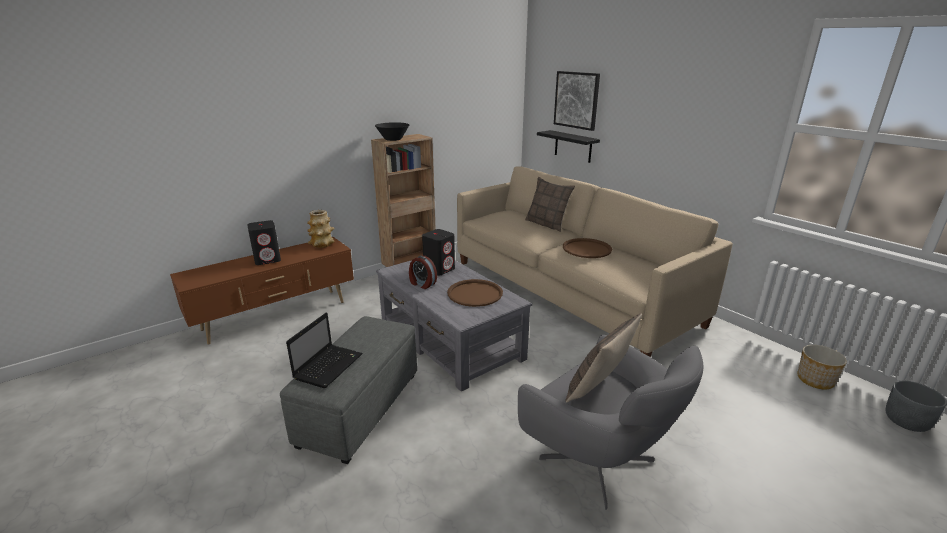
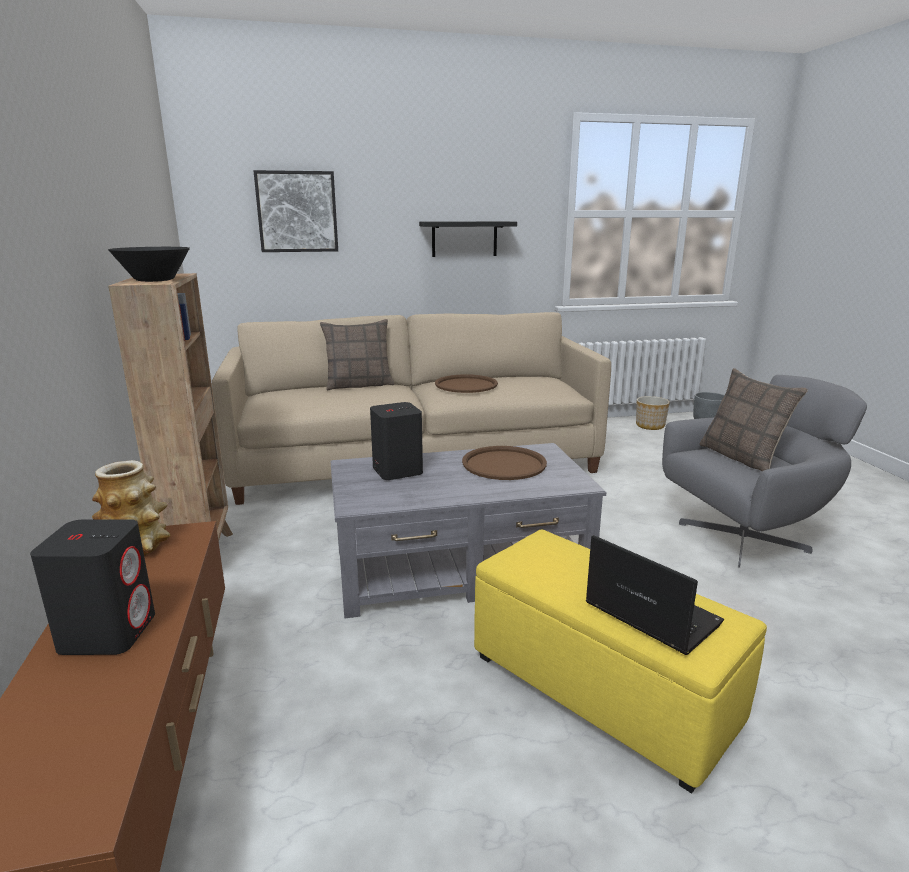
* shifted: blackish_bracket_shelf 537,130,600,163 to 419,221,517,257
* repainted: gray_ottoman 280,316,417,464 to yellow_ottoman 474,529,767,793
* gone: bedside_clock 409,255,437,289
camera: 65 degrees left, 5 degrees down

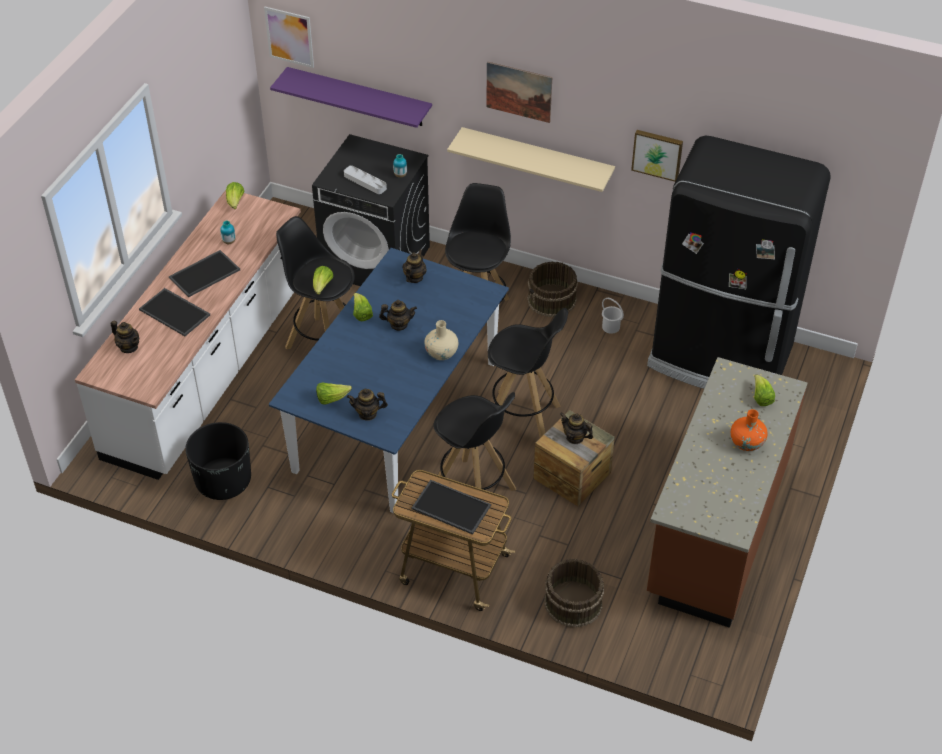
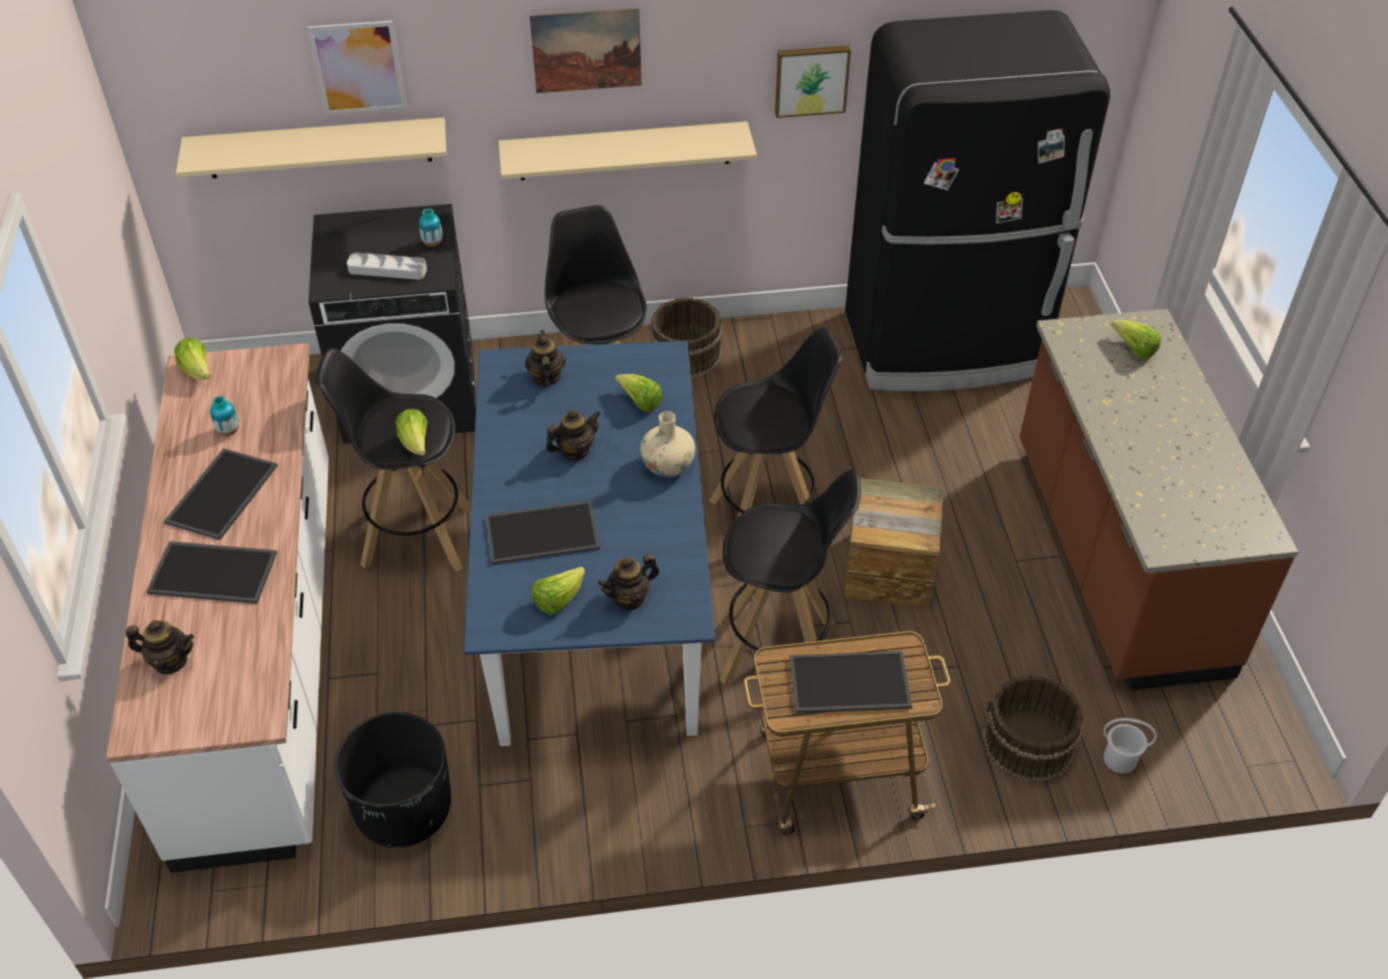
* repainted: purplish_bracket_shelf 270,67,432,128 to sand-coloured_bracket_shelf 176,117,446,178
* shifted: picture 264,7,314,68 to 307,21,406,115
* new: serving_tray 485,500,600,565
* shifted: lettuce 353,293,373,321 to 615,374,662,412
* shifted: white_bucket 602,298,624,334 to 1103,718,1157,773
* gone: tea_pot 560,413,593,444
* gone: orangey_vase 731,409,768,451
camera: 30 degrees left, 0 degrees up

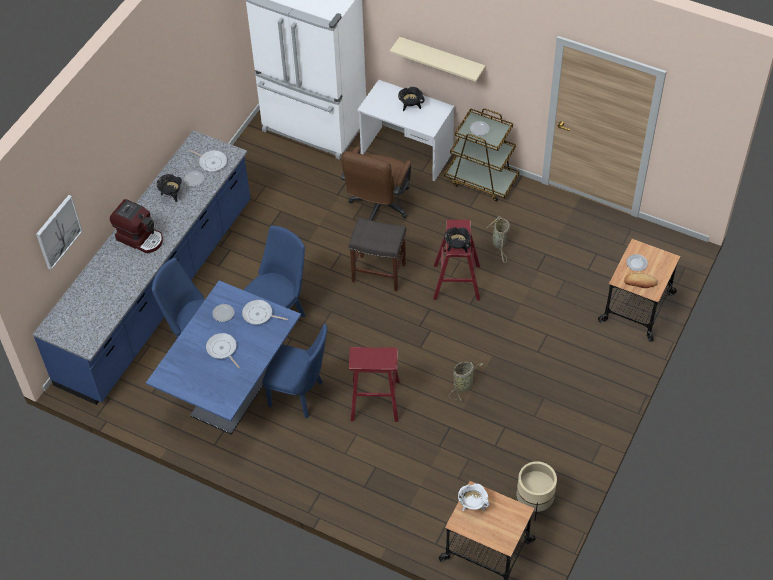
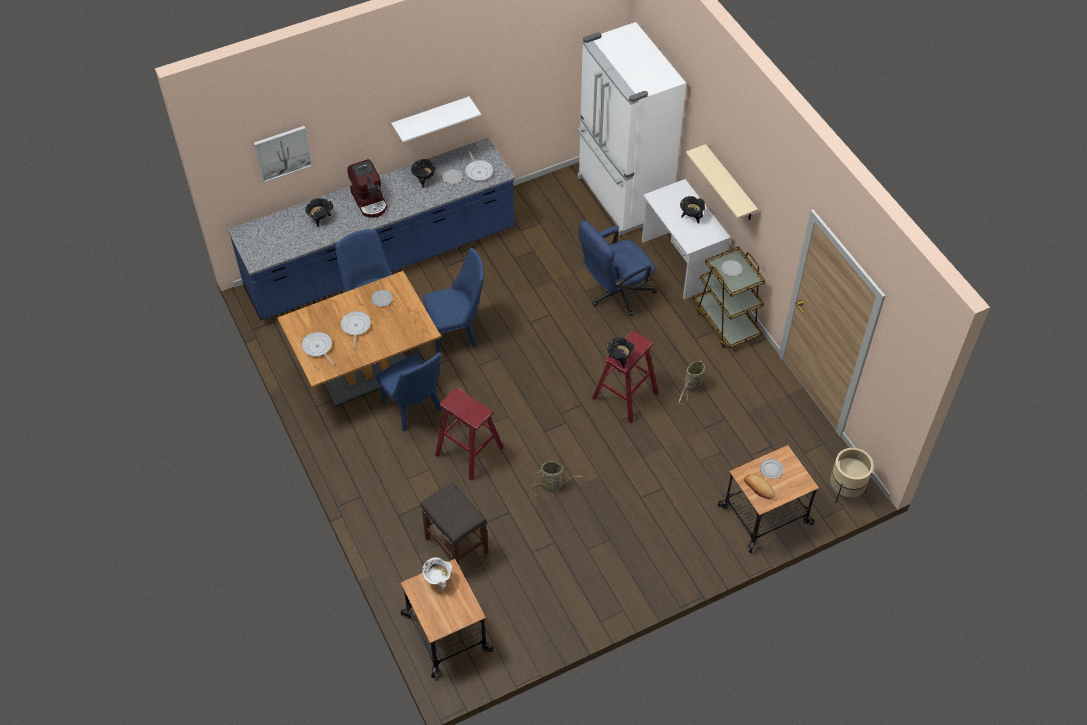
* repainted: blue_dinner_table 146,280,301,435 to brown_dinner_table 278,271,441,407
* shifted: frying_pan 242,300,288,324 to 302,332,335,366
* new: blackish_cooking_pot 305,198,333,227
* new: white_bracket_shelf 391,96,481,142
* shifted: gray_sitting_stool 349,217,406,291 to 420,482,489,565
* repainted: brown_desk_chair 341,146,411,220 to blue_desk_chair 579,220,657,316
* shifted: sand-coloured_planter 516,461,557,520 to 830,448,874,503
camera: 35 degrees right, 0 degrees up

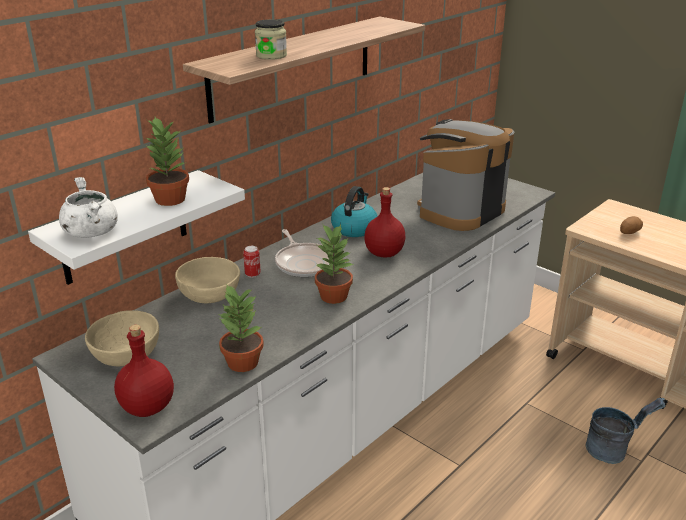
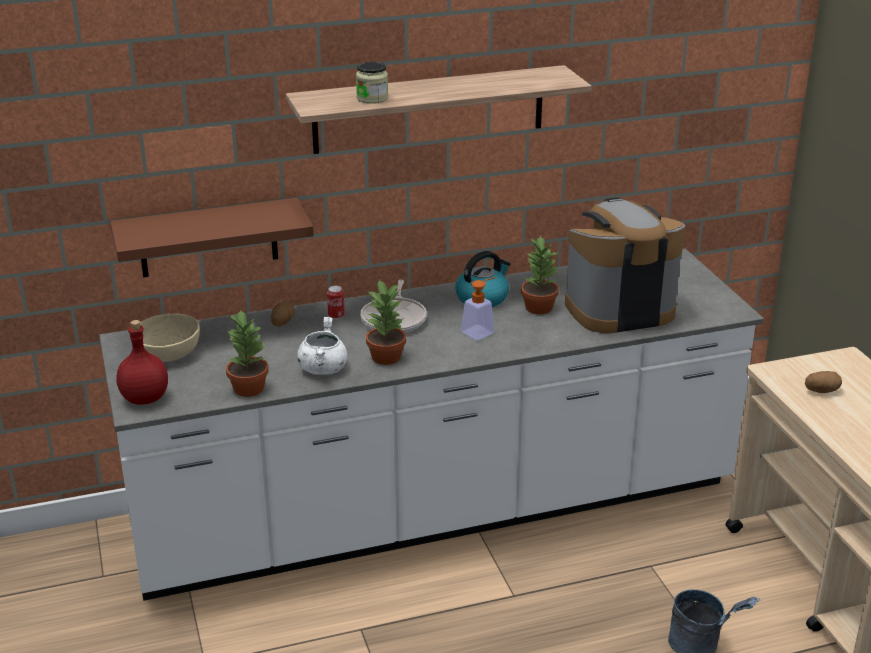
* repainted: white_bracket_shelf 28,170,245,285 to brown_bracket_shelf 110,198,314,277
* swapped: sand-coloured_serving_bowl 175,257,240,304 to potato 271,301,295,327
* shifted: white_cooking_pot 59,177,118,238 to 297,317,347,375
* swapped: red_beverage_bottle 364,187,406,257 to liquid_soap_bottle 461,277,496,340
* shifted: houseplant 146,117,189,206 to 521,235,560,314
camera: 30 degrees right, 0 degrees up

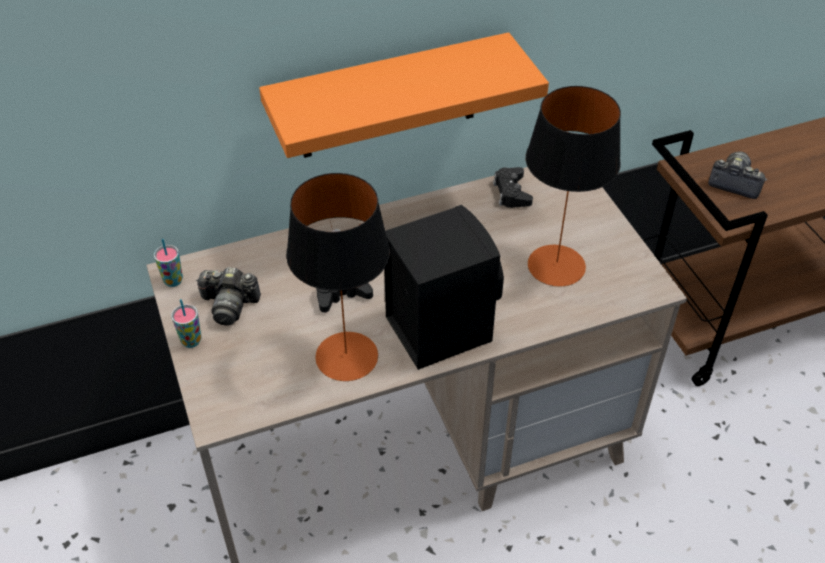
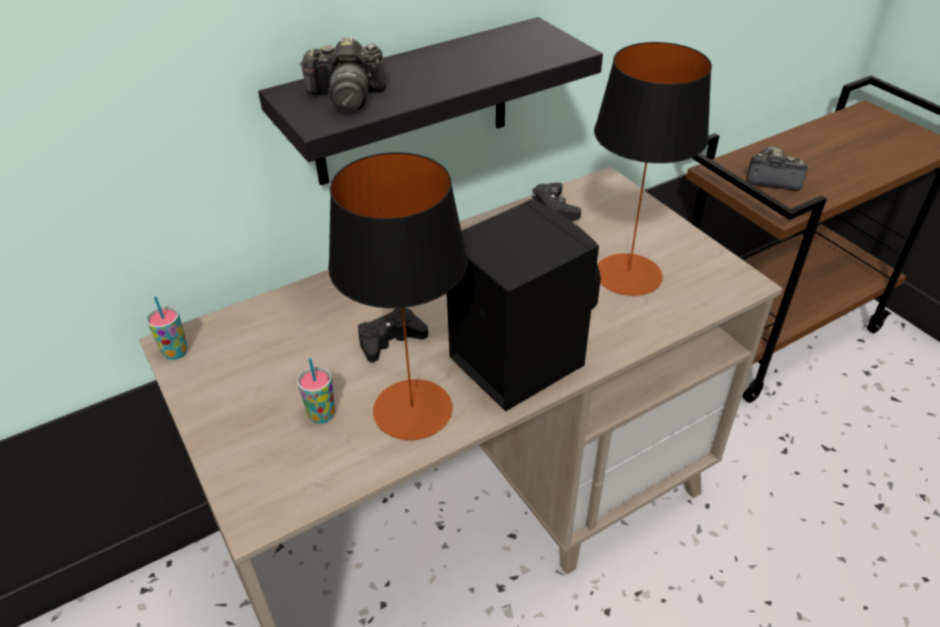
* repainted: orangey_bracket_shelf 259,32,549,158 to blackish_bracket_shelf 258,17,603,185
* shifted: cup 171,299,201,348 to 297,358,335,424
* shifted: photo_camera 196,267,261,325 to 299,37,386,112
camera: 10 degrees left, 5 degrees down

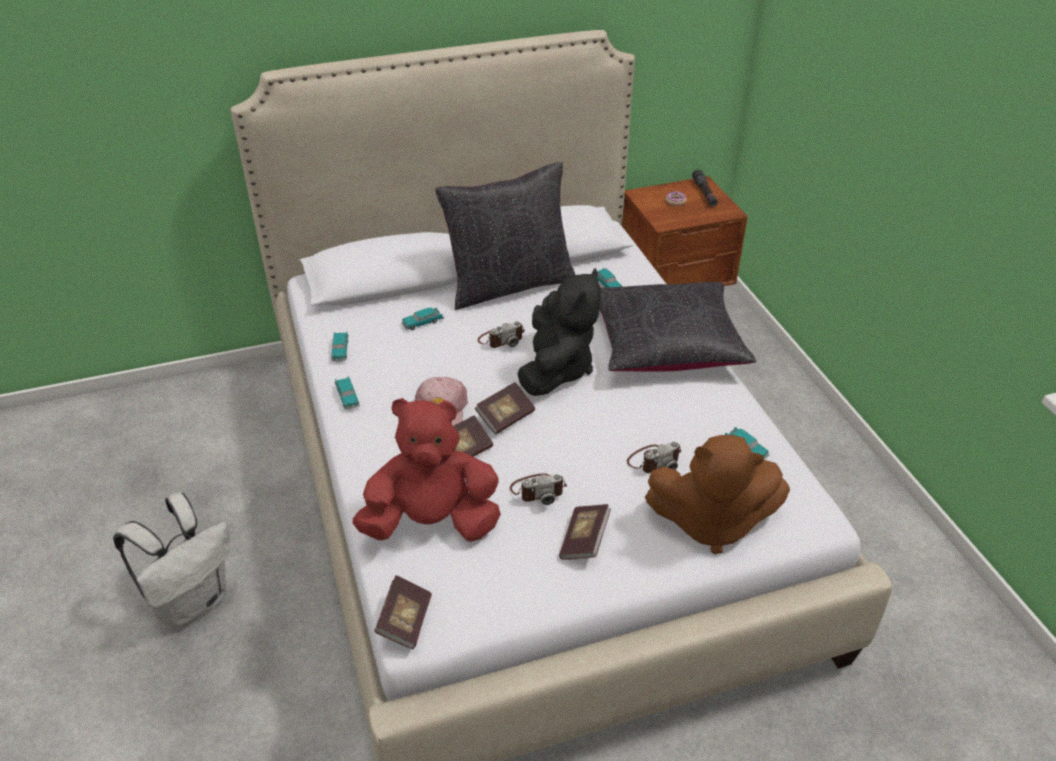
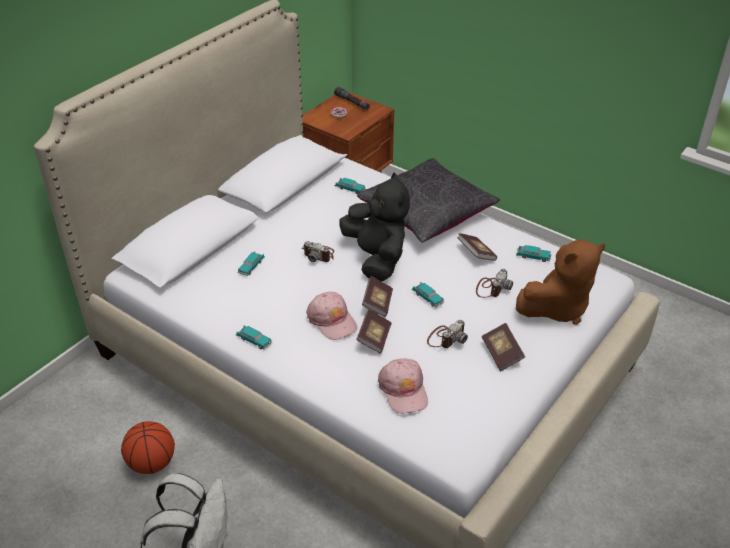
* new: ball_for_basketball 121,421,175,474
* rotated: photo_camera 478,321,525,348 = 302,241,334,262 90 degrees clockwise
* swapped: red_plush_toy 353,398,501,542 to pinkish_baseball_cap 378,359,428,414
* shifted: miniature_car 331,331,349,361 to 412,282,444,307
* shifted: bound_book 374,575,432,649 to 457,233,497,261
* gone: blackish_cushion 435,162,575,310
camera: 35 degrees left, 0 degrees up

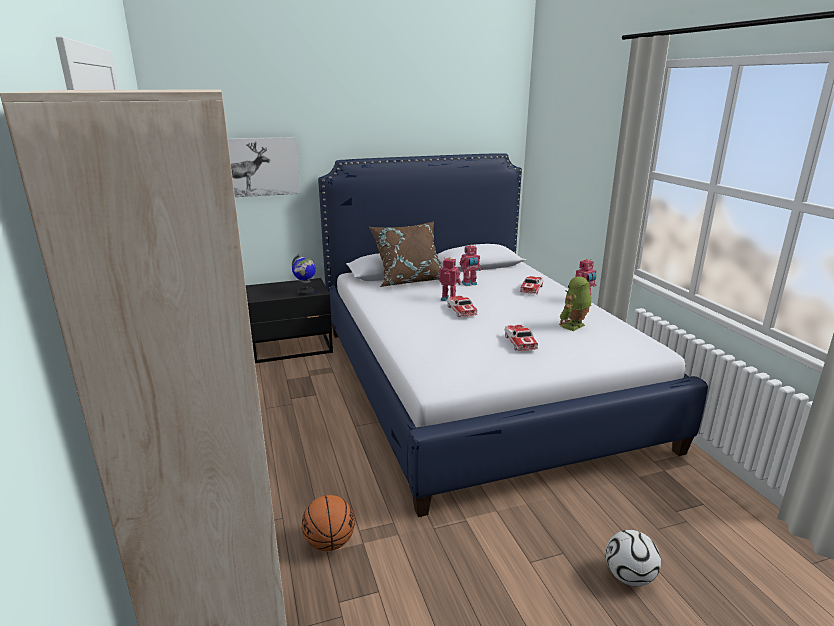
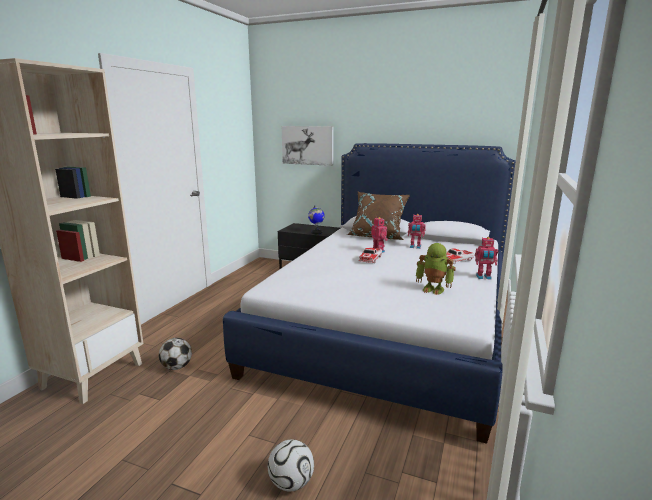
* swapped: ball_for_basketball 302,495,355,551 to football_ball 159,338,192,370
* rotated: toy_robot 559,276,591,331 = 416,243,456,295 150 degrees counterclockwise
* gone: miniature_car 505,325,538,351
camera: 40 degrees right, 5 degrees down

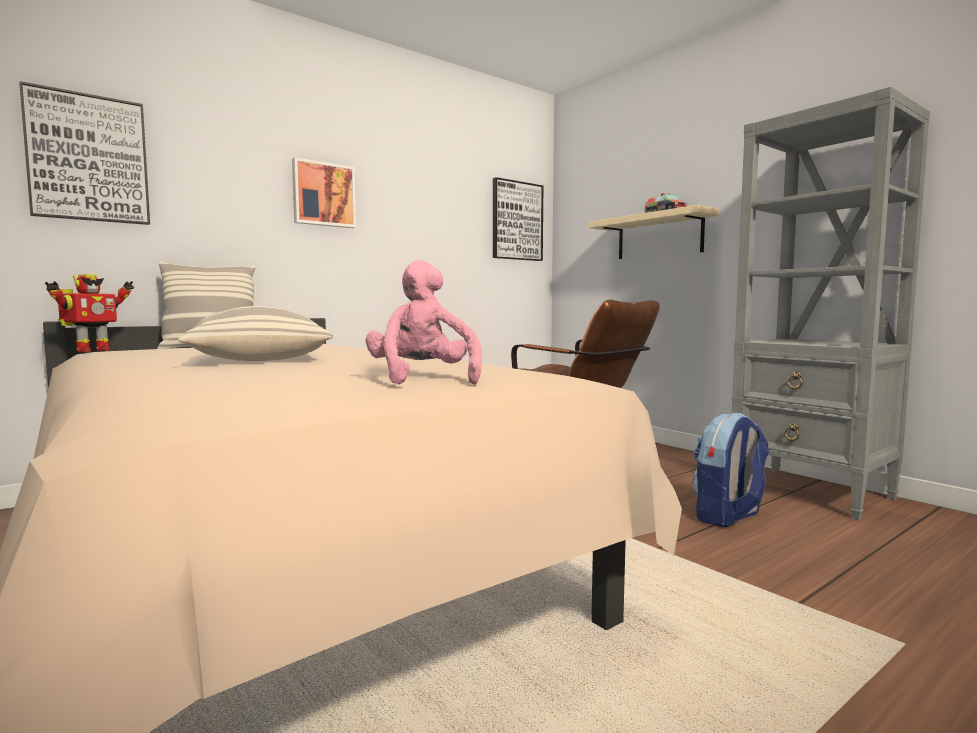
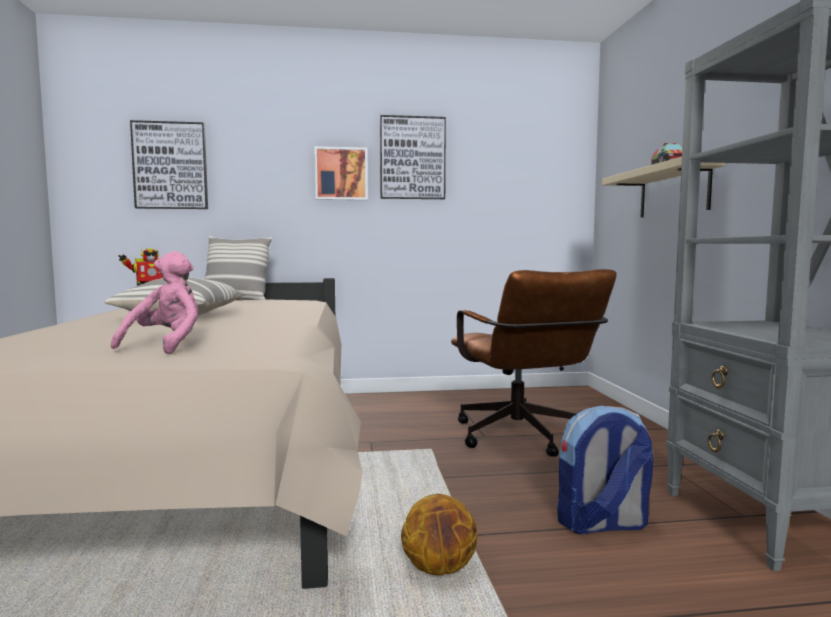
* shifted: picture 493,177,543,261 to 380,115,446,199
* new: ball_for_basketball 401,494,478,575
camera: 30 degrees right, 0 degrees up

